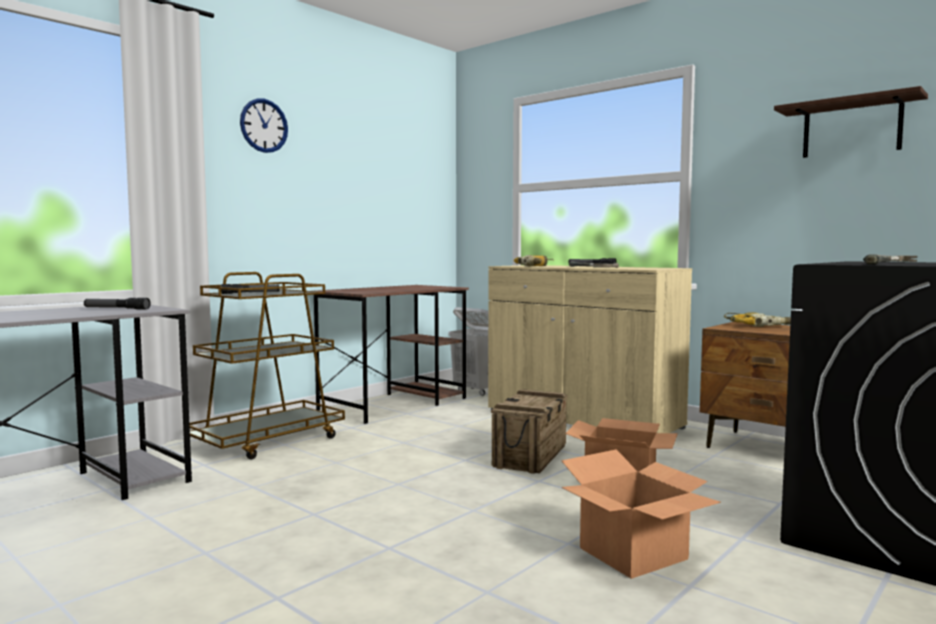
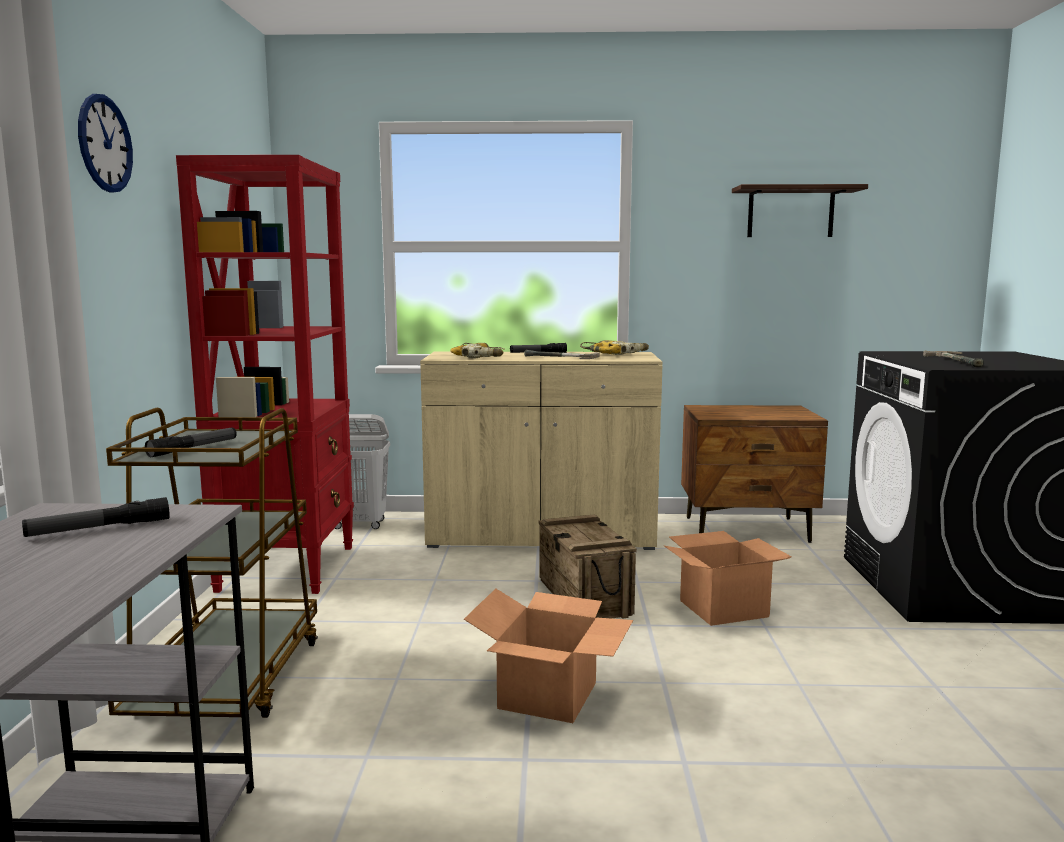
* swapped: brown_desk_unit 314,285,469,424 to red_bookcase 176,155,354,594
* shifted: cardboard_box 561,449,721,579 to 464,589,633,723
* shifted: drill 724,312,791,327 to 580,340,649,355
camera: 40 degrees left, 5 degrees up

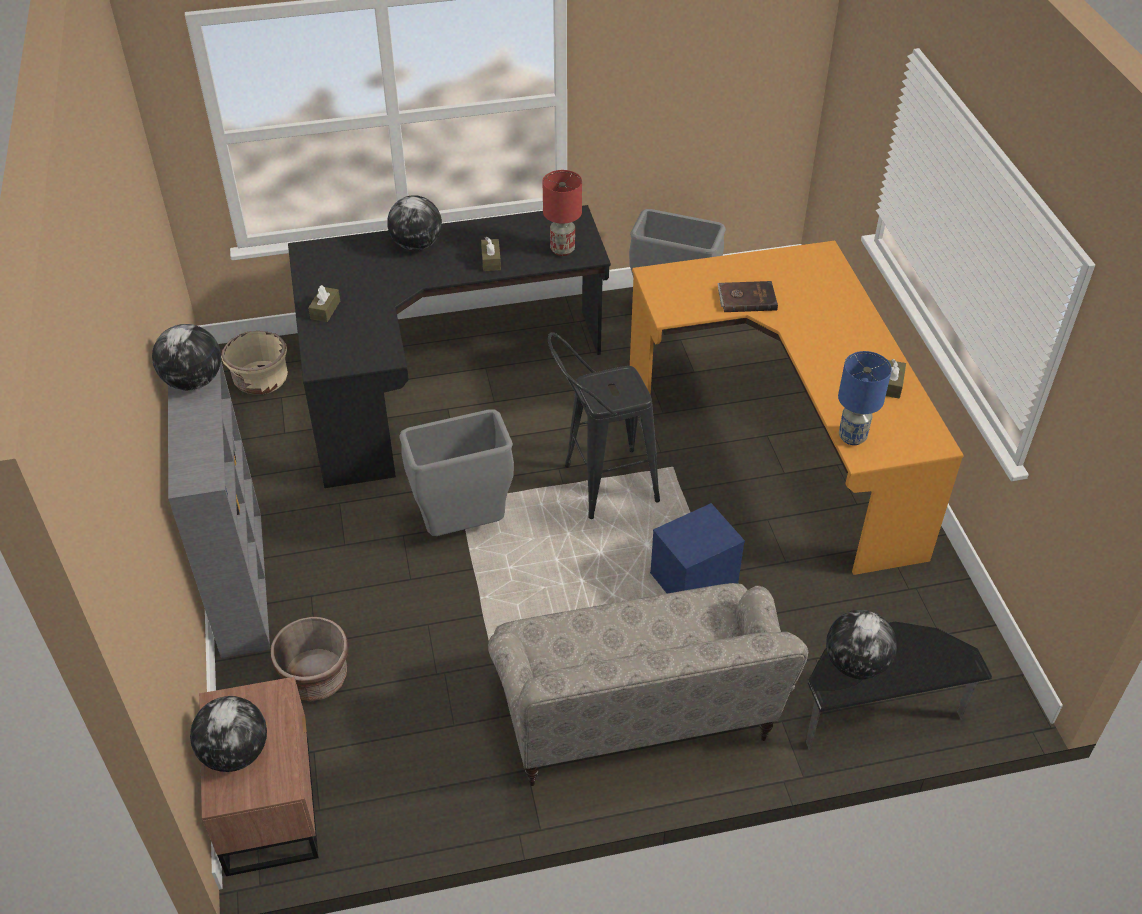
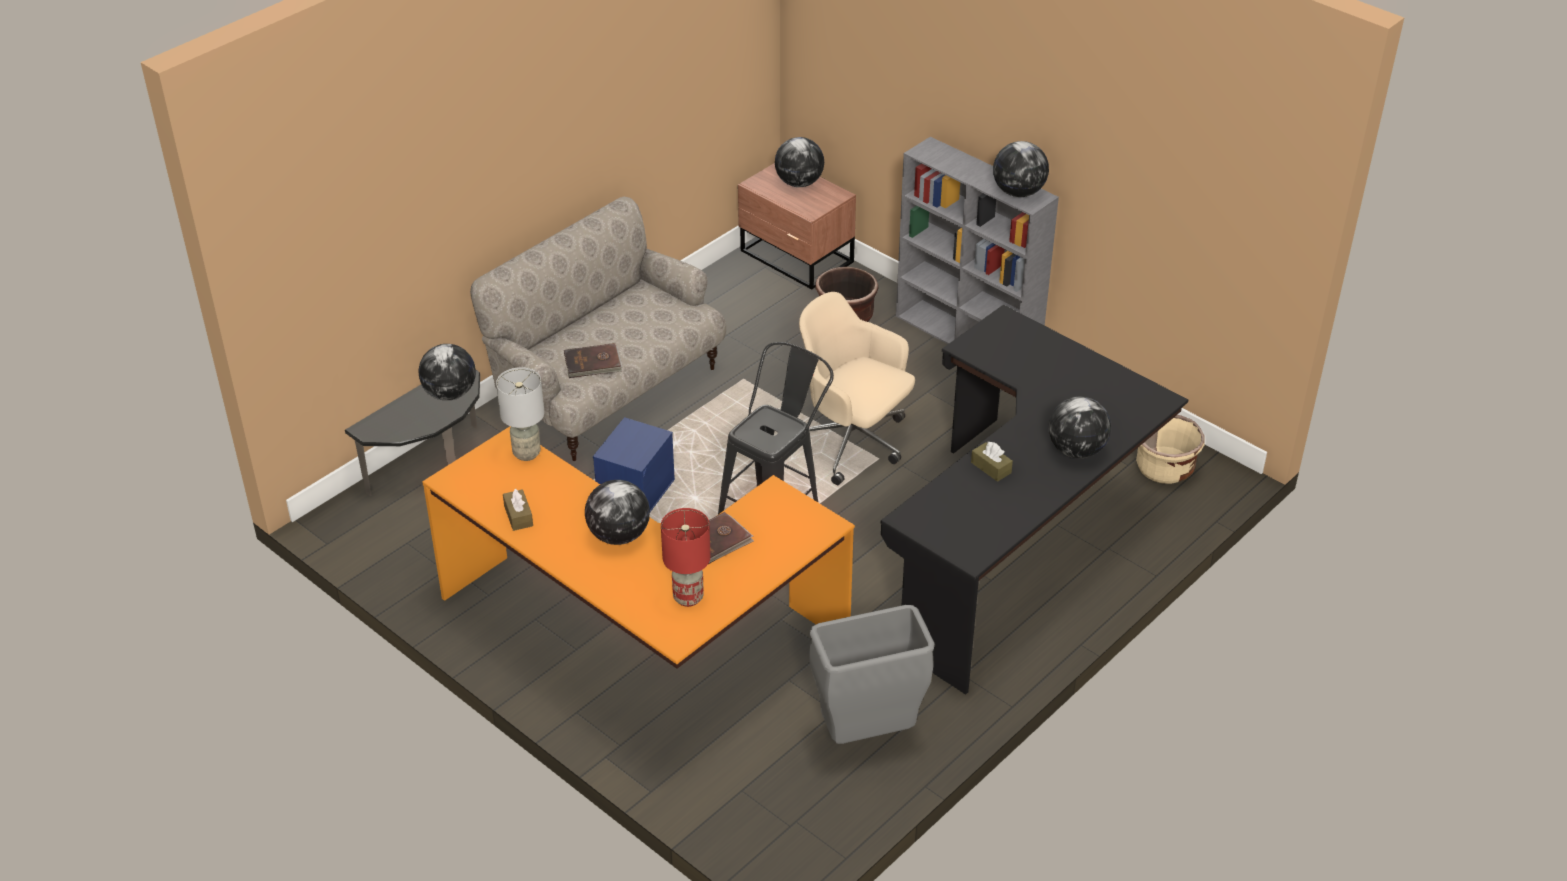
* repainted: blue_lamp_for_a_table 838,351,892,445 to gray_lamp_for_a_table 496,367,544,461
* new: brown_bound_book 564,343,623,378
* new: globe 585,480,650,545
* shifted: red_lamp_for_a_table 543,170,582,256 to 661,508,711,607
* swapped: gray_trash_can 399,410,514,536 to sand-coloured_desk_chair 799,292,915,485
* gone: brown_tissue_holder 308,285,340,322
camera: 145 degrees right, 5 degrees down

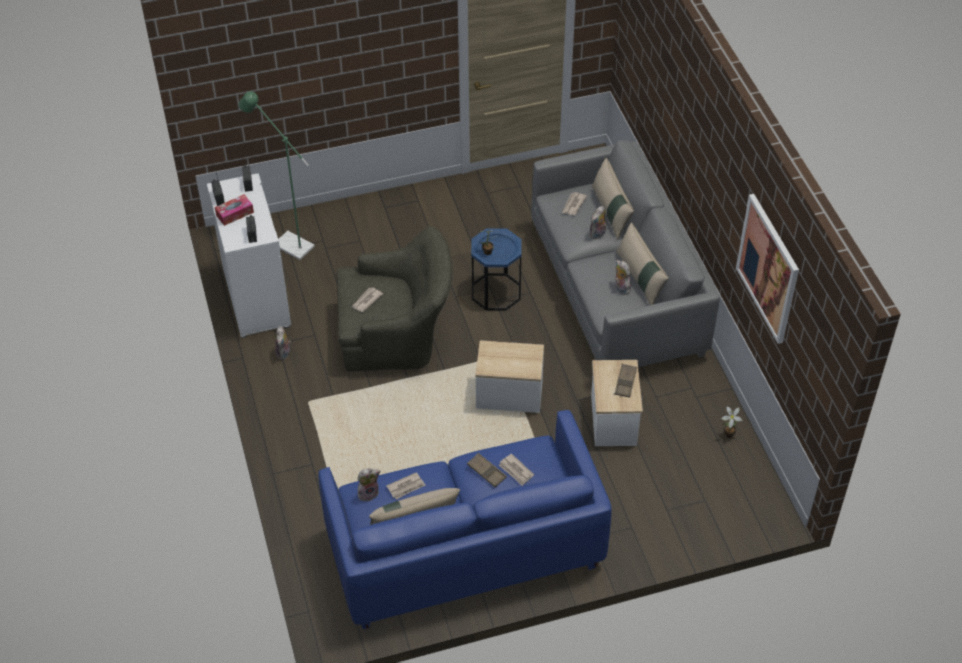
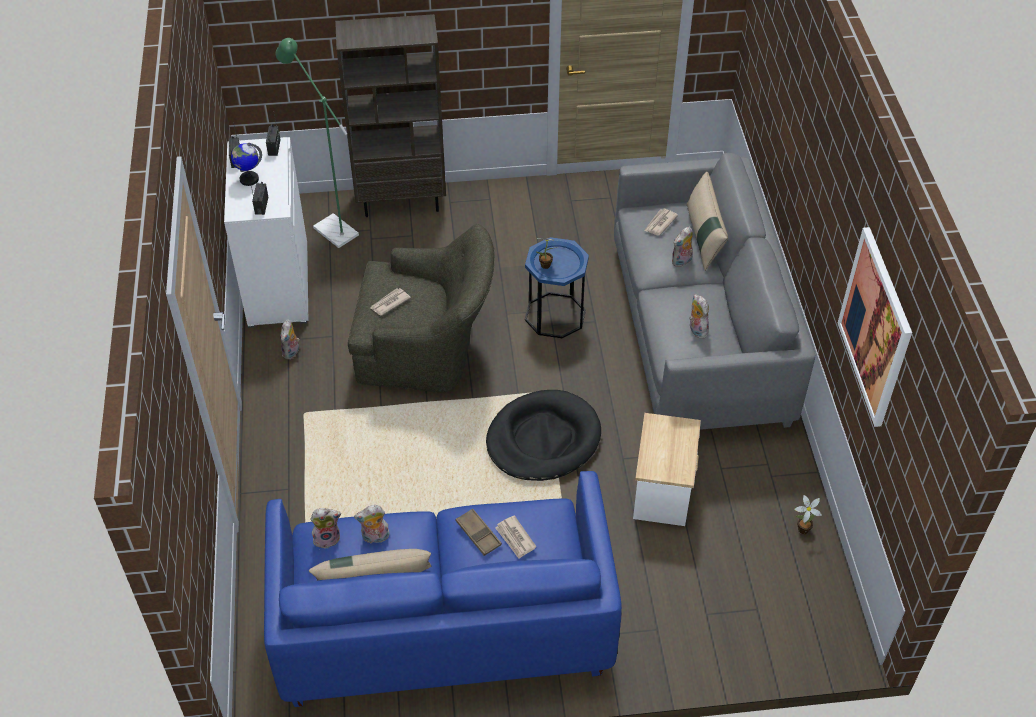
* swapped: tissue_holder 215,194,254,226 to globe 231,143,262,186
* new: brown_bookcase 335,14,446,217
* swapped: daily_paper 386,472,425,500 to plush_toy 354,505,390,544
* swapped: accent_table 475,340,544,413 to blackish_dog_bed 486,390,601,481
* gone: brown_serving_tray 614,364,637,398
* gone: sand-coloured_cushion 616,223,669,305
camera: 10 degrees right, 0 degrees up

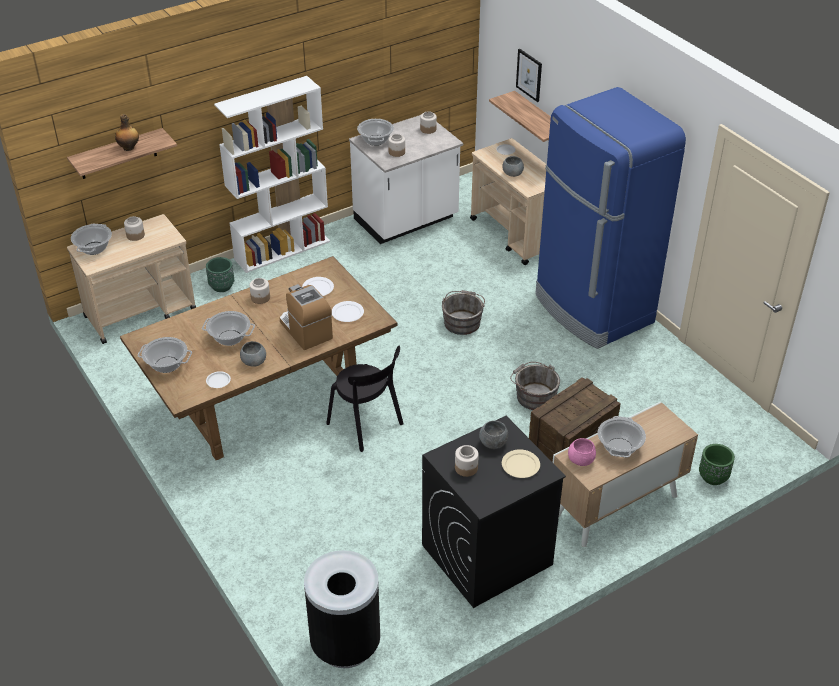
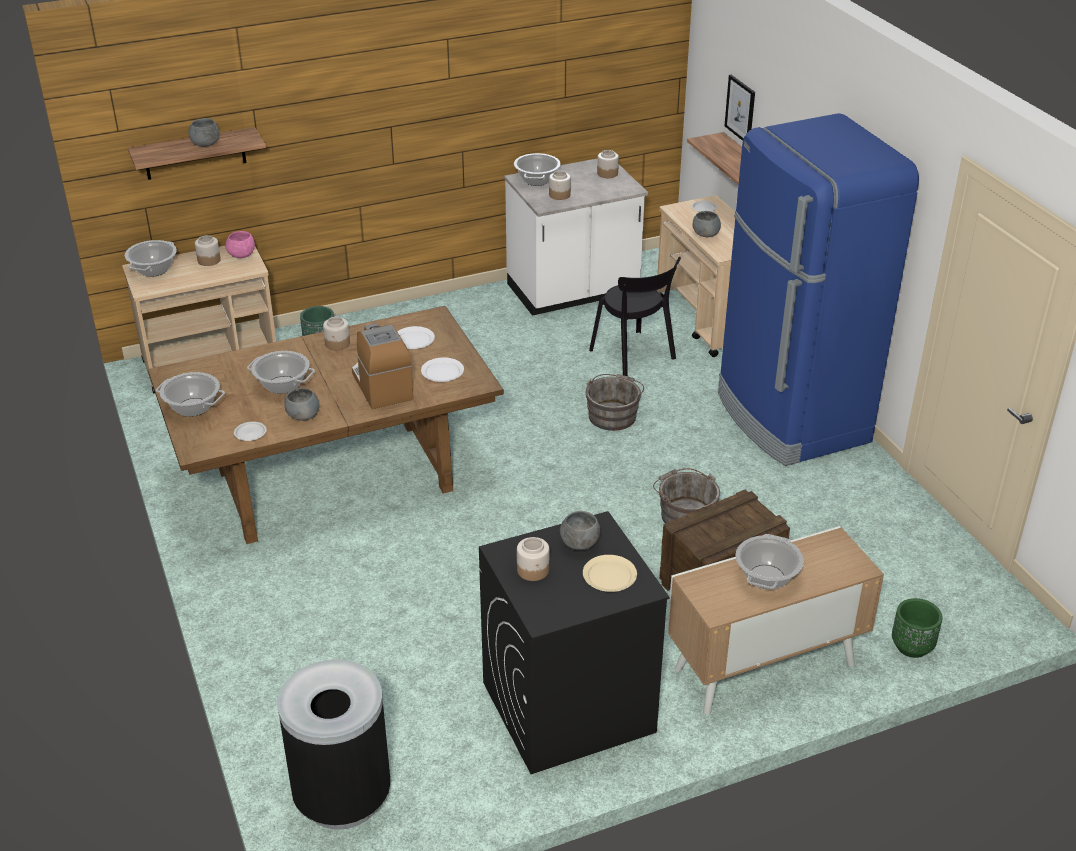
* swapped: beverage_bottle 115,114,139,151 to gray_serving_bowl 188,118,220,147
* shifted: pinkish_serving_bowl 568,438,596,466 to 226,231,255,258
* shifted: blackish_plain_chair 326,346,404,452 to 589,256,681,376
* gone: white_bookcase 214,76,330,273
camera: 10 degrees right, 5 degrees down

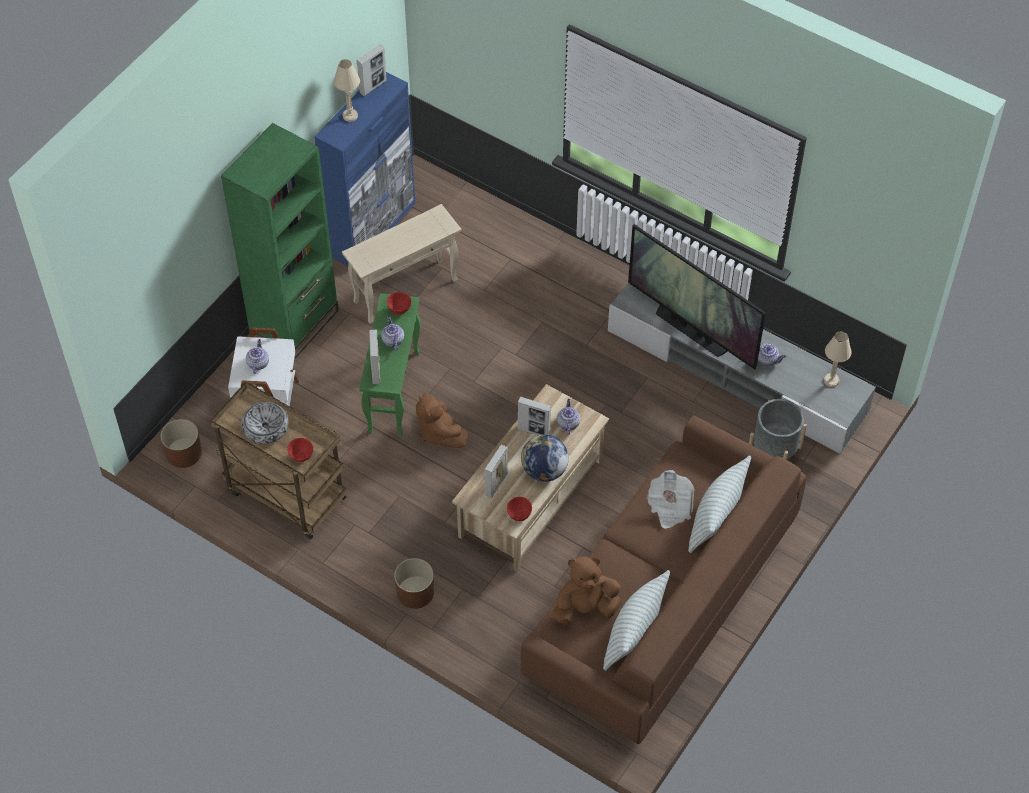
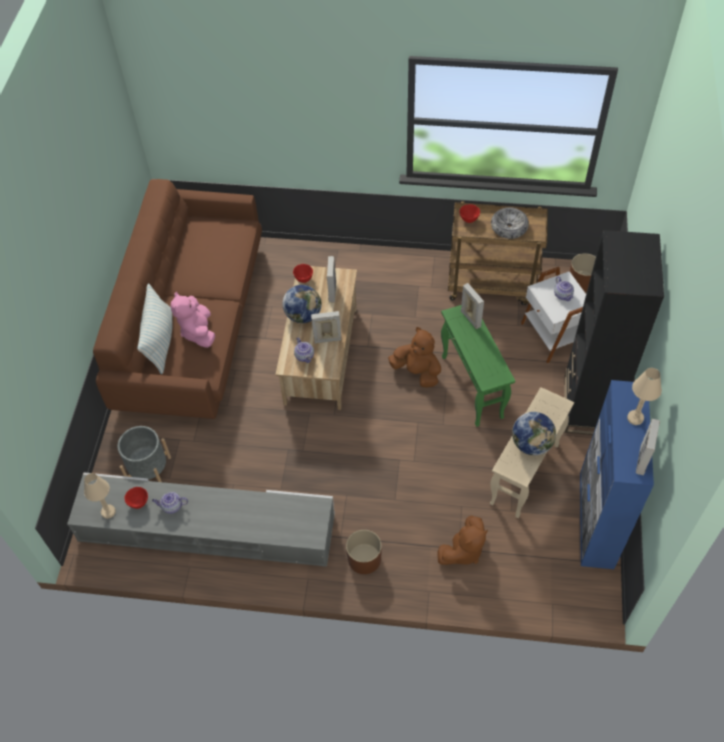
* shifted: red_serving_bowl 387,292,411,315 to 124,487,148,509
* swapped: daily_paper 647,470,694,529 to pinkish_plush_toy 171,292,215,348
* shifted: brown_planter 394,558,434,609 to 346,530,382,574
* shifted: brown_plush_toy 551,556,621,624 to 437,516,488,565
* new: globe 512,412,557,455
* repainted: greenish_bookcase 221,123,339,360 to blackish_bookcase 564,230,664,435
* gone: tea_pot 381,316,404,351
* gone: cushion 603,570,670,671
* gone: TV_set 628,224,766,370
camera: 155 degrees right, 0 degrees up

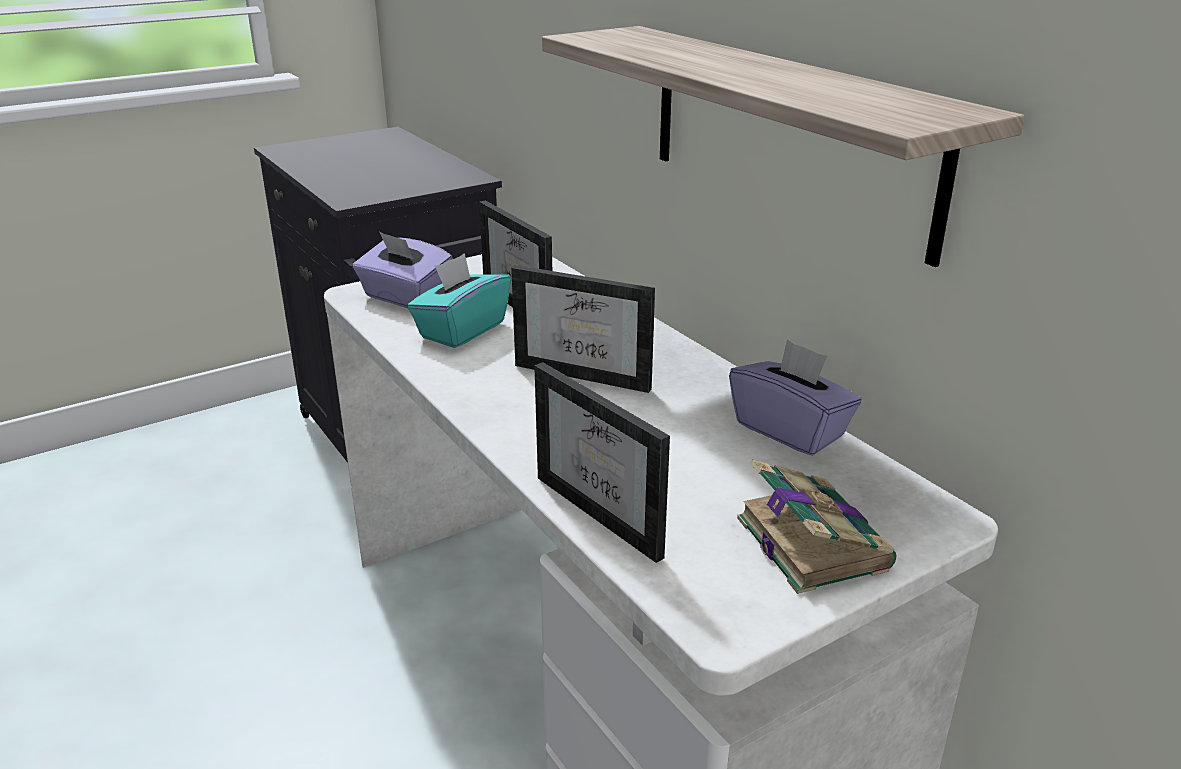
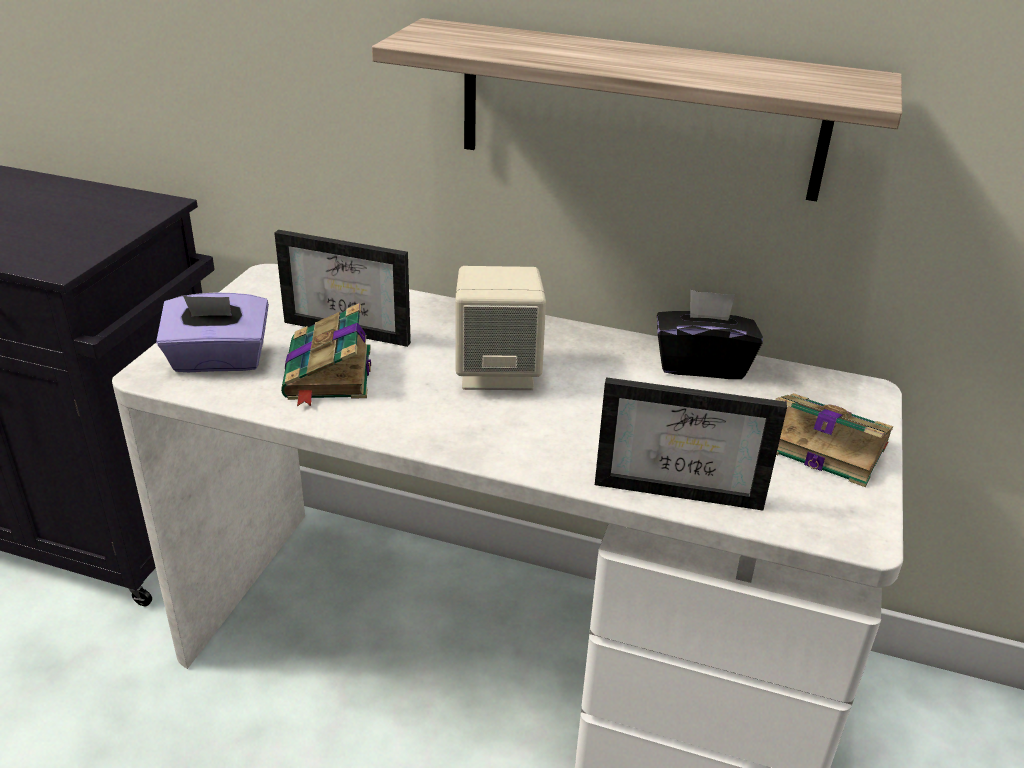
* swapped: blue-green_tissue_holder 407,253,511,348 to bound_book 281,303,371,406
* swapped: photo_frame 511,265,655,393 to sand-coloured_audio_speaker 455,266,546,390
* repainted: purplish_tissue_holder 729,339,861,456 to blackish_tissue_holder 657,290,763,379
camera: 40 degrees left, 5 degrees up

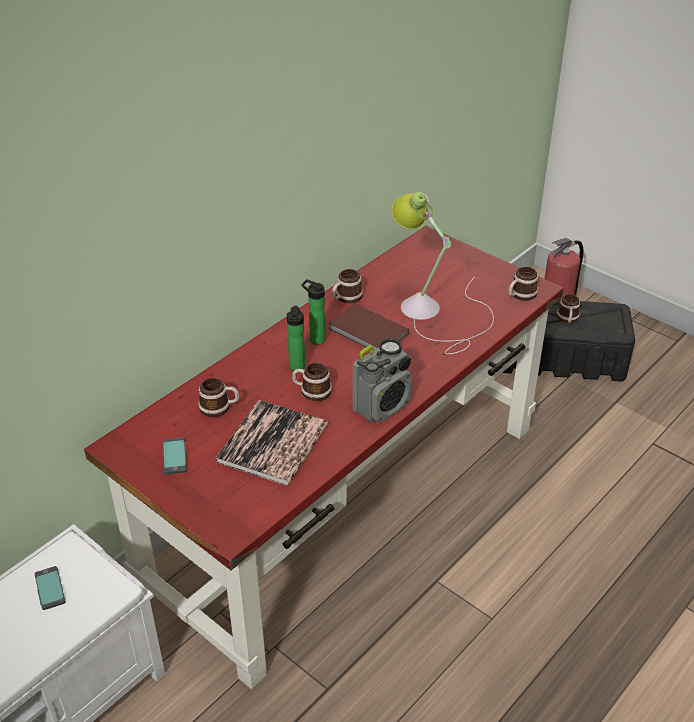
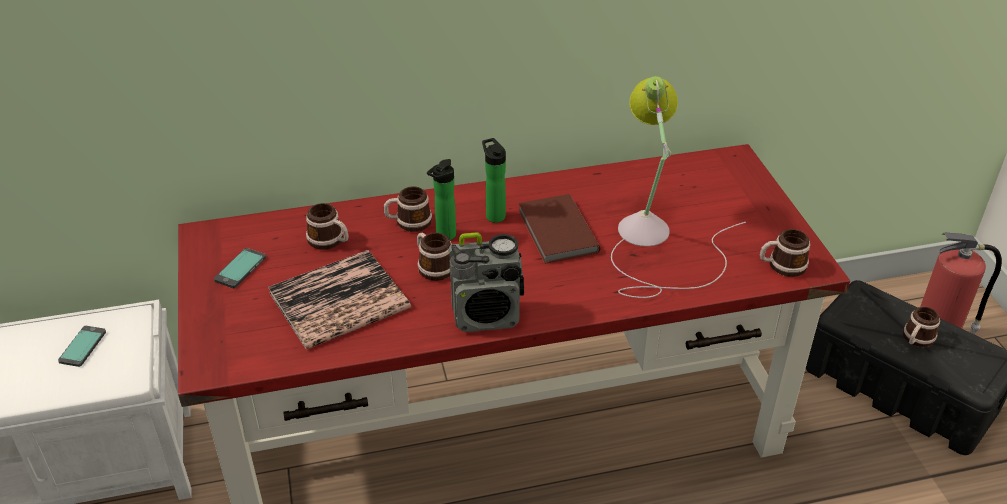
* shifted: tea_mug 332,269,363,303 to 384,186,432,232
camera: 35 degrees right, 0 degrees up

